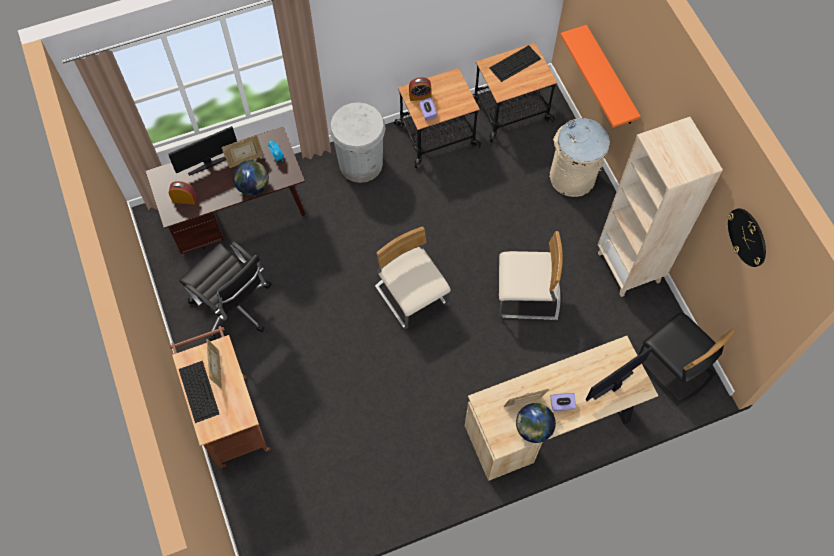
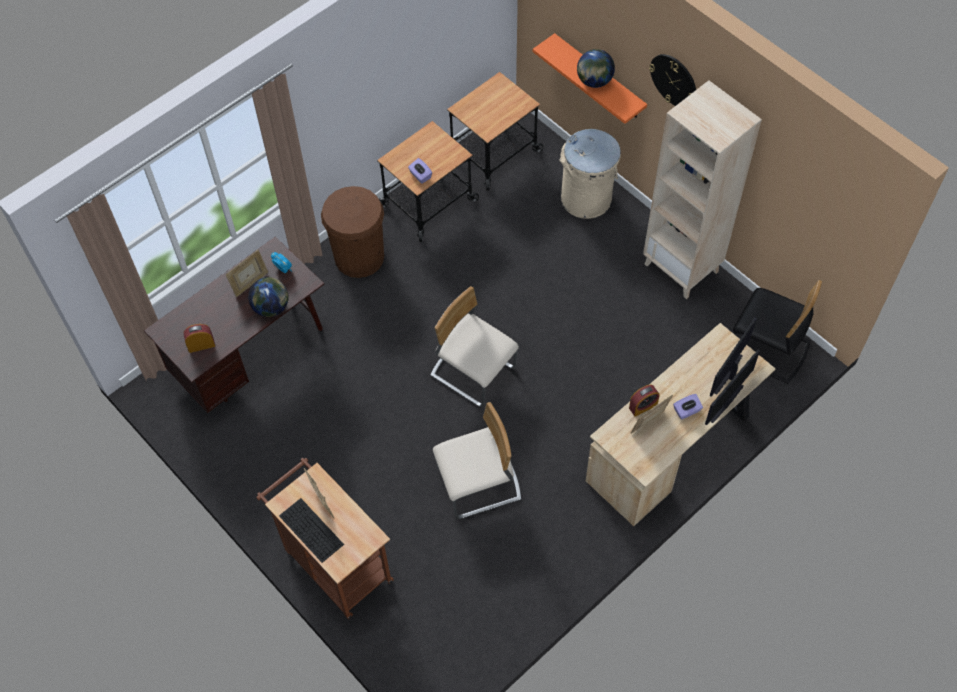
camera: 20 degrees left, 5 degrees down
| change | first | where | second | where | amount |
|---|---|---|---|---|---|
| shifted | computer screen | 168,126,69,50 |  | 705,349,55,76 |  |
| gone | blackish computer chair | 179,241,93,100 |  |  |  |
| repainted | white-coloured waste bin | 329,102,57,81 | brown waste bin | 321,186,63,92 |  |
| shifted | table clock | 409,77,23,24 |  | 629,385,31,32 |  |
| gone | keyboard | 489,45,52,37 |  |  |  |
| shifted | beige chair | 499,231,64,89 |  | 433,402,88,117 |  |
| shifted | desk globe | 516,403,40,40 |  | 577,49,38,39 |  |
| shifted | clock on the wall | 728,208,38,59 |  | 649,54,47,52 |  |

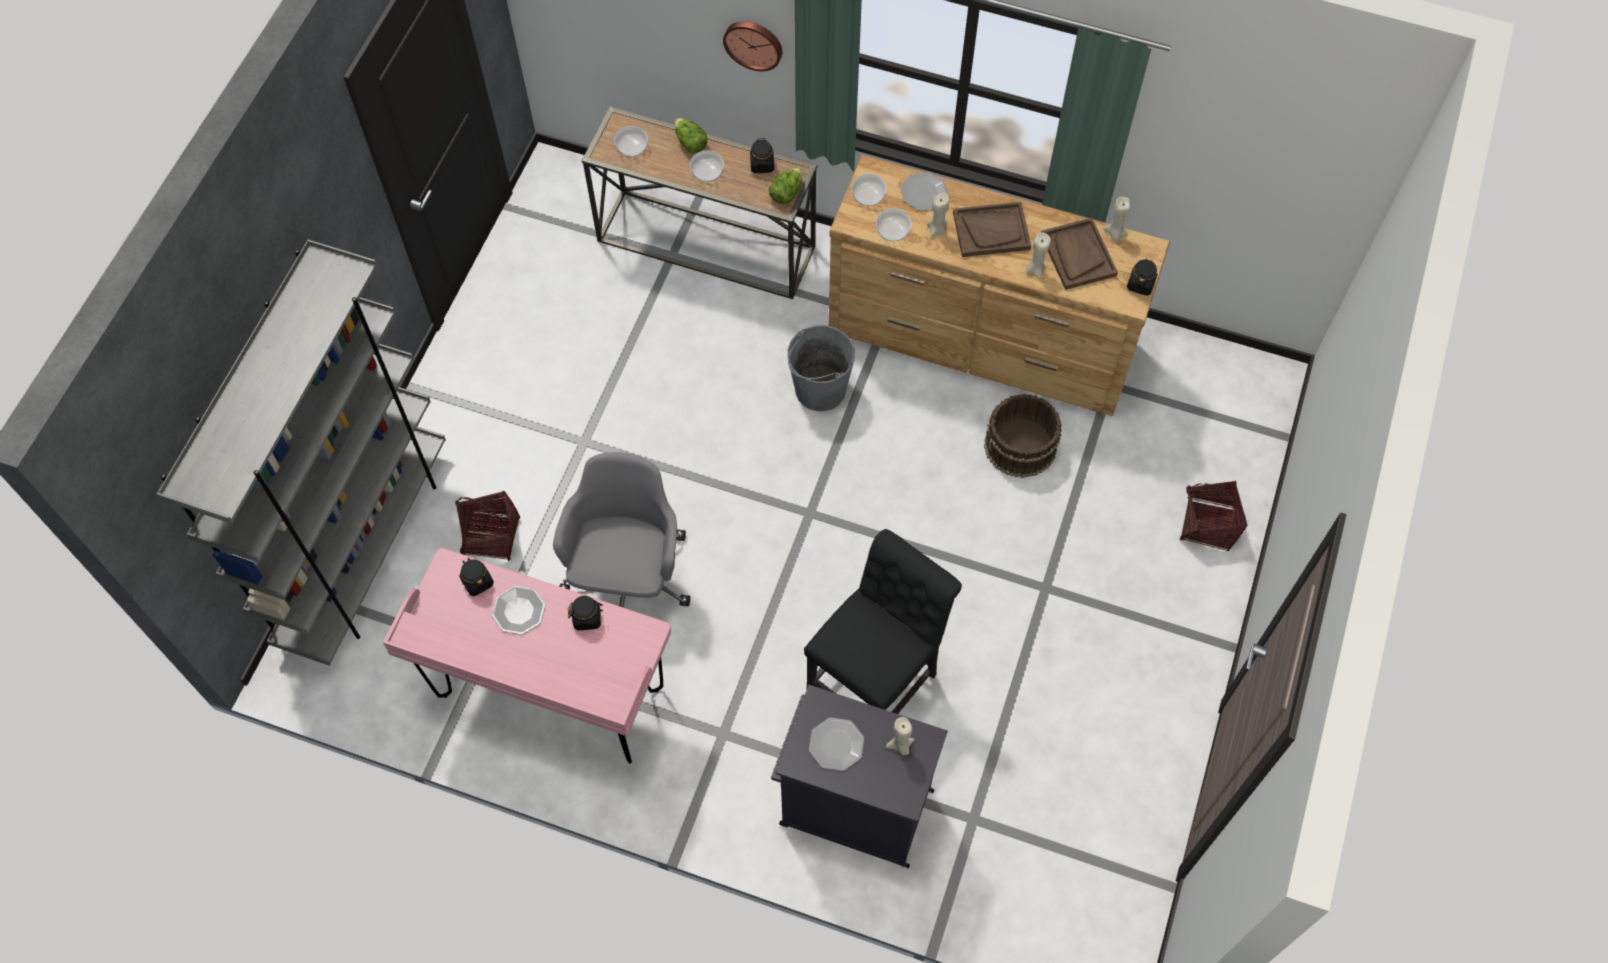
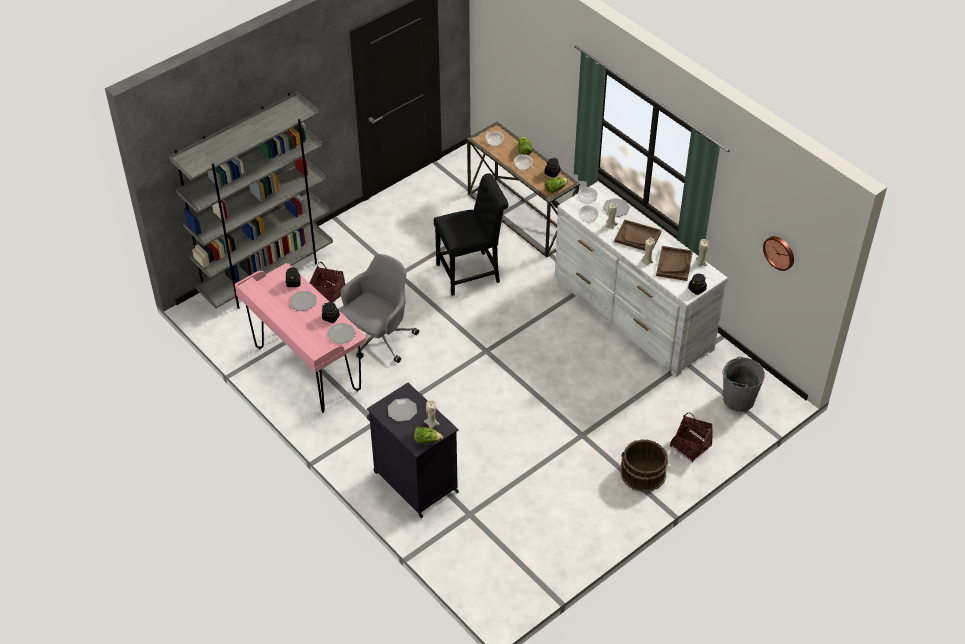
camera: 30 degrees right, 15 degrees down
| change | first | where | second | where | amount |
|---|---|---|---|---|---|
| shifted | clock on the wall | 723,21,59,50 |  | 763,236,31,35 |  |
| shifted | greyish pail | 787,325,68,86 |  | 722,357,43,55 |  |
| shifted | blackish chair | 804,529,158,185 |  | 434,173,75,123 |  |
| repainted | brown chest of drawers | 829,155,341,261 | white-coloured chest of drawers | 554,182,174,195 |  |
| shifted | brown pail | 984,394,78,84 |  | 620,439,48,53 |  |
| new |  |  | plate | 327,323,29,21 |  |
| new |  |  | head of lettuce | 414,426,29,18 |  |

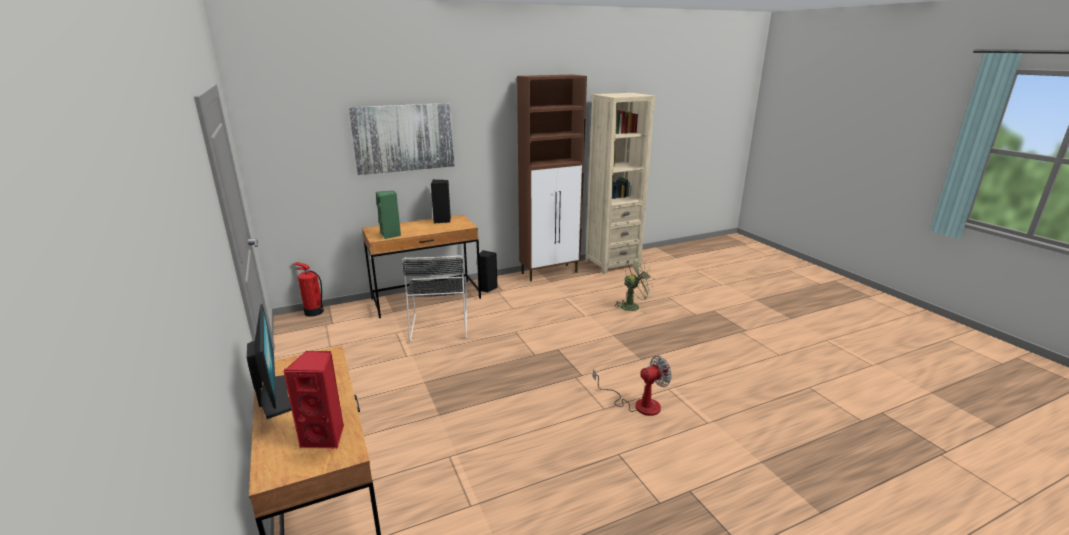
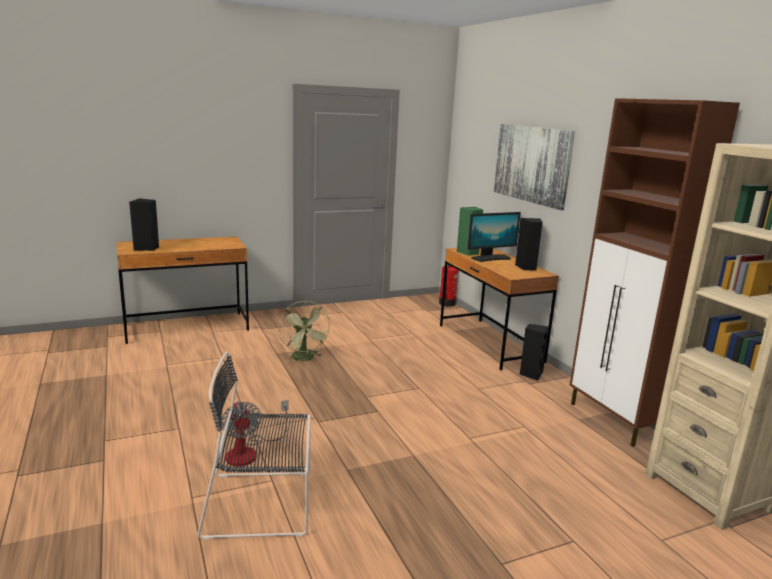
camera: 90 degrees right, 5 degrees down
| change | first | where | second | where | amount |
|---|---|---|---|---|---|
| shifted | computer screen | 247,304,45,115 |  | 468,212,53,50 |  |
| repainted | red audio speaker | 283,351,61,98 | blackish audio speaker | 129,198,30,53 |  |
| shifted | blackish chair | 402,255,65,87 |  | 198,352,113,187 |  |
| shifted | greenish electric fan | 614,258,41,55 |  | 279,301,51,61 |  |

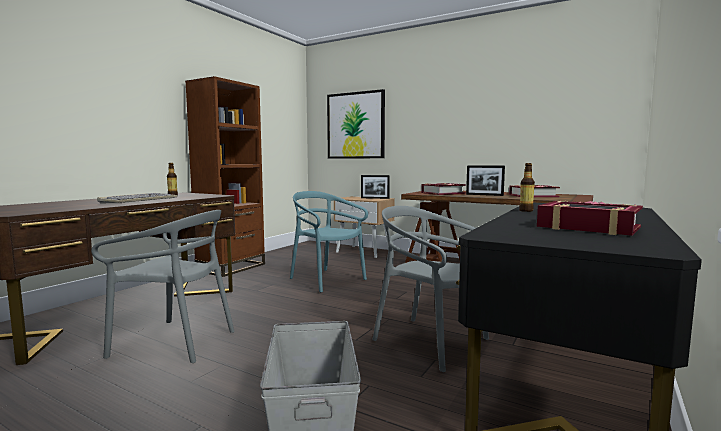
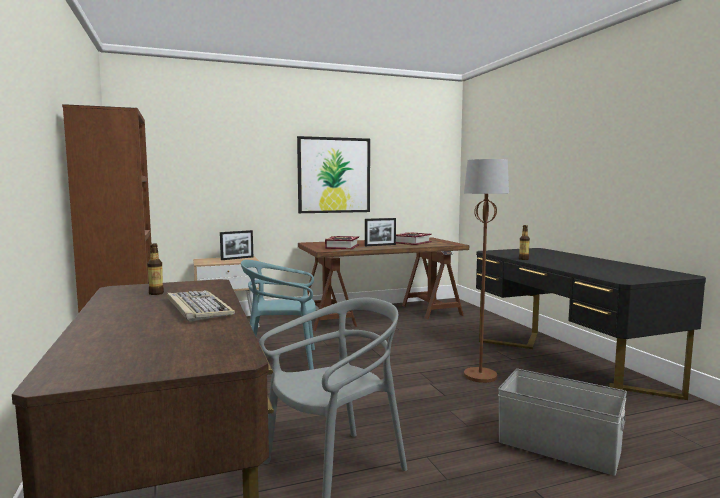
camera: 50 degrees left, 0 degrees up
| change | first | where | second | where | amount |
|---|---|---|---|---|---|
| shifted | wall picture | 327,89,58,70 |  | 297,136,73,77 |  |
| swapped | greyish chair | 372,206,117,166 | brown standard lamp | 464,159,45,224 |  |
| gone | volume | 537,200,106,36 |  |  |  |

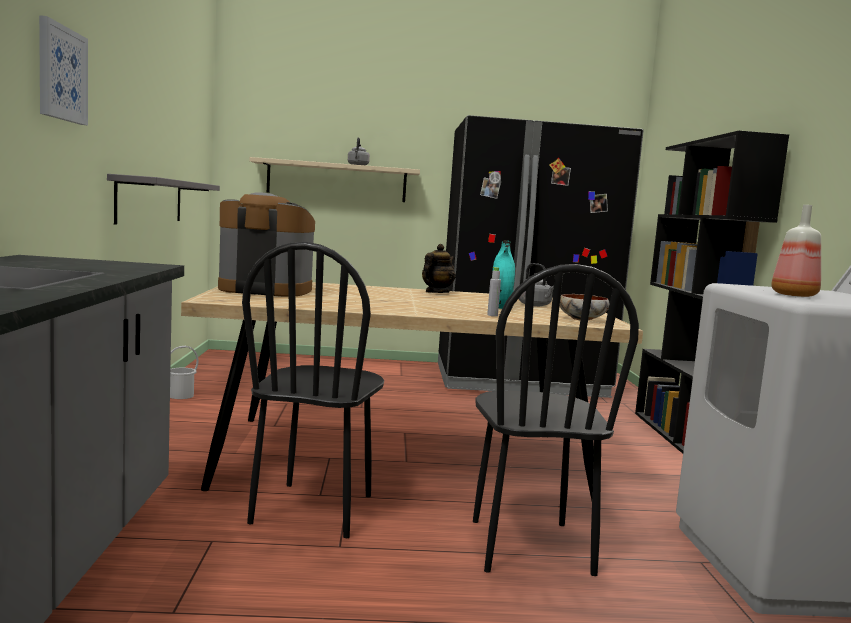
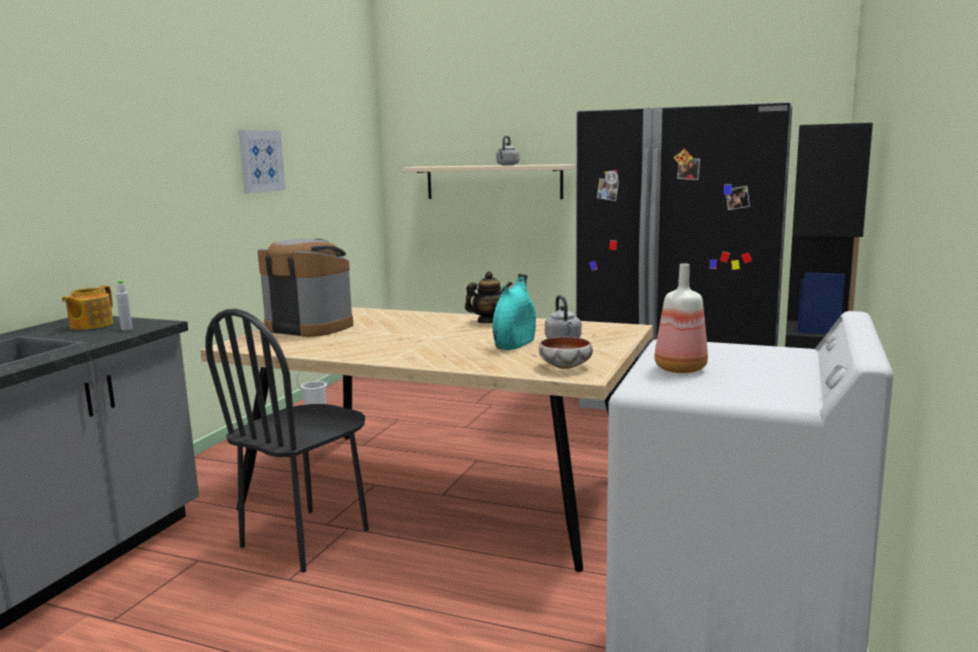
camera: 25 degrees right, 5 degrees up
| change | first | where | second | where | amount |
|---|---|---|---|---|---|
| shifted | wall picture | 39,15,49,110 |  | 238,130,47,64 |  |
| gone | greyish wall shelf | 107,174,113,51 |  |  |  |
| gone | blackish chair | 473,264,166,312 |  |  |  |
| shifted | greyish bottle | 487,267,14,49 |  | 116,280,17,50 |  |
| new |  |  | tea pot | 62,286,51,44 |  |

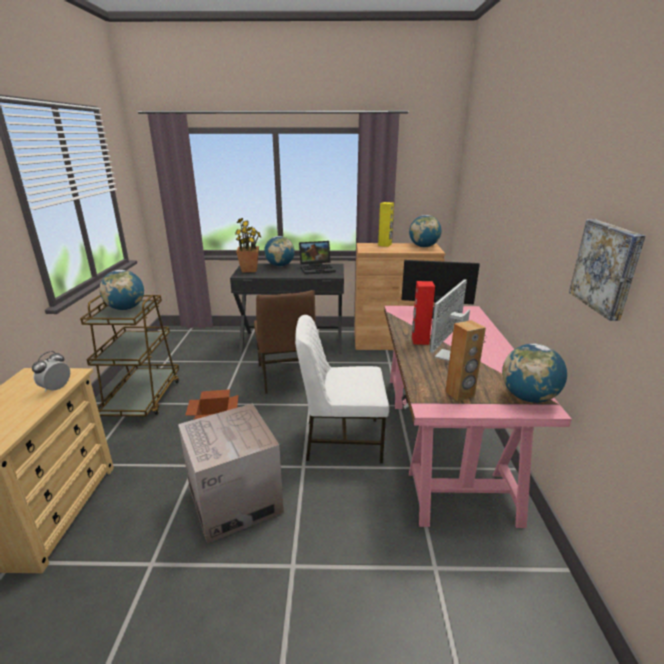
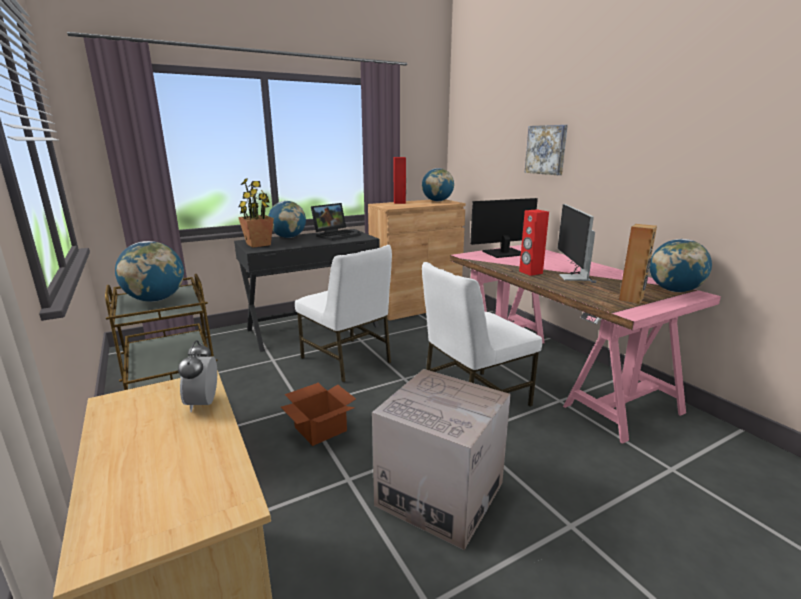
camera: 30 degrees left, 5 degrees down
| change | first | where | second | where | amount |
|---|---|---|---|---|---|
| repainted | brown chair | 254,290,61,104 | white-coloured chair | 295,245,97,138 |  |
| repainted | yellow audio speaker | 378,202,16,45 | red audio speaker | 394,157,12,47 |  |
| shifted | wall picture | 569,220,76,101 |  | 525,125,43,50 |  |

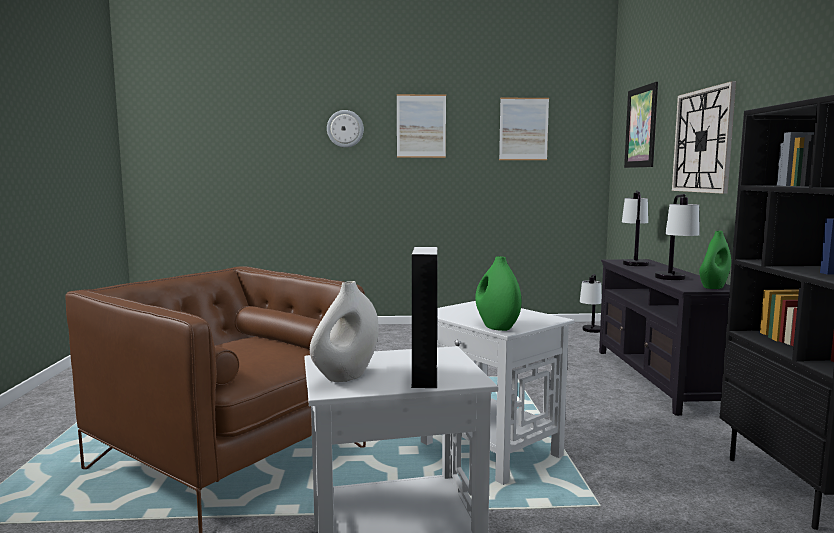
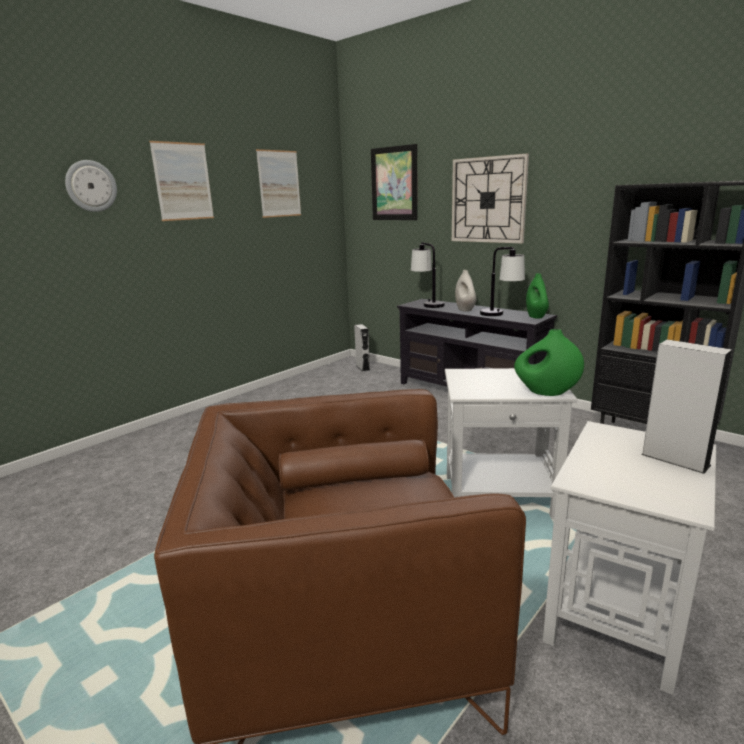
camera: 45 degrees left, 10 degrees up
| change | first | where | second | where | amount |
|---|---|---|---|---|---|
| shifted | white-coloured vase | 310,281,69,101 |  | 455,270,22,42 |  |
| swapped | tabletop lamp | 580,274,22,59 | greyish audio speaker | 354,324,16,48 |  |

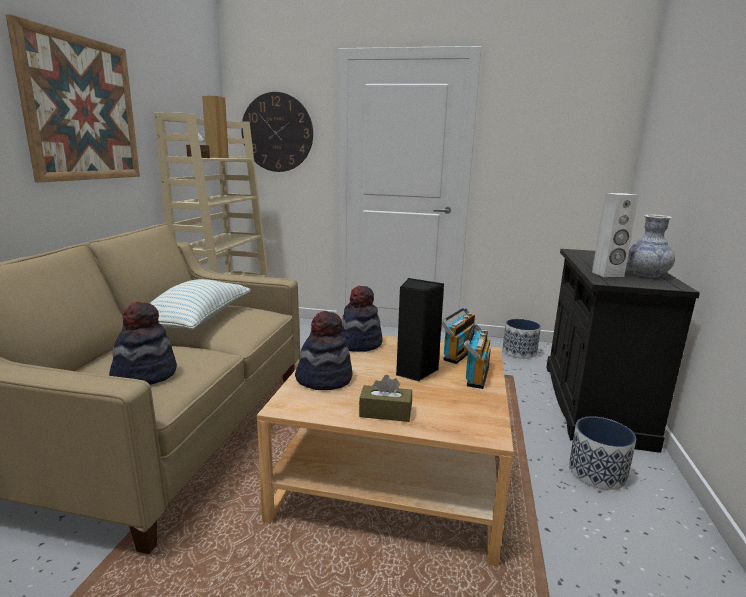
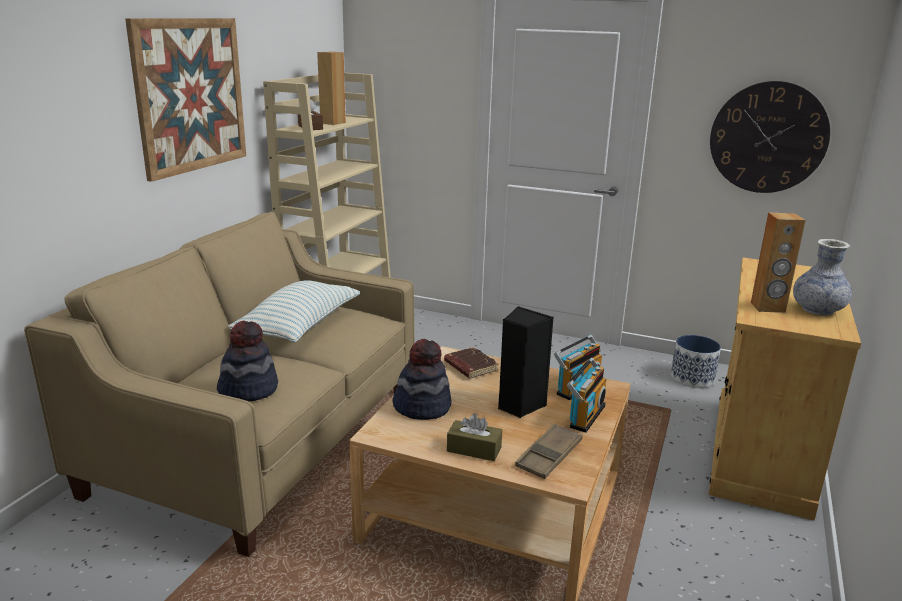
camera: 10 degrees right, 5 degrees up
| change | first | where | second | where | amount |
|---|---|---|---|---|---|
| shifted | clock on the wall | 241,92,72,80 |  | 710,81,120,112 |  |
| swapped | clothing hat | 341,286,42,66 | brown volume | 444,347,55,31 |  |
| repainted | blackish cabinet | 546,249,154,204 | beige cabinet | 709,258,152,262 |  |
| gone | flower pot | 569,417,67,73 |  |  |  |
| repainted | white-coloured audio speaker | 592,193,47,84 | brown audio speaker | 751,212,55,101 |  |
| new |  |  | brown carrying tray | 515,423,68,56 |  |

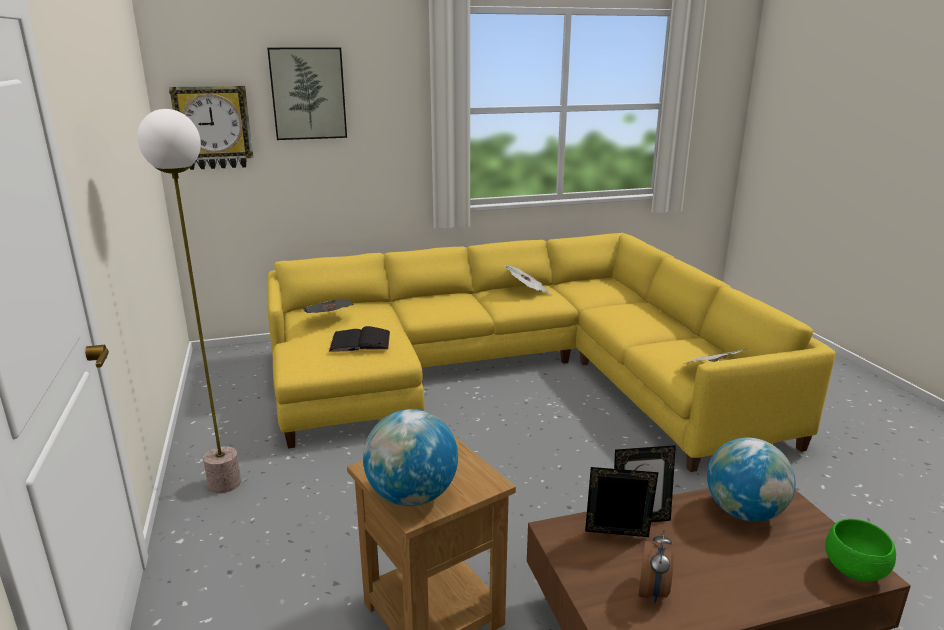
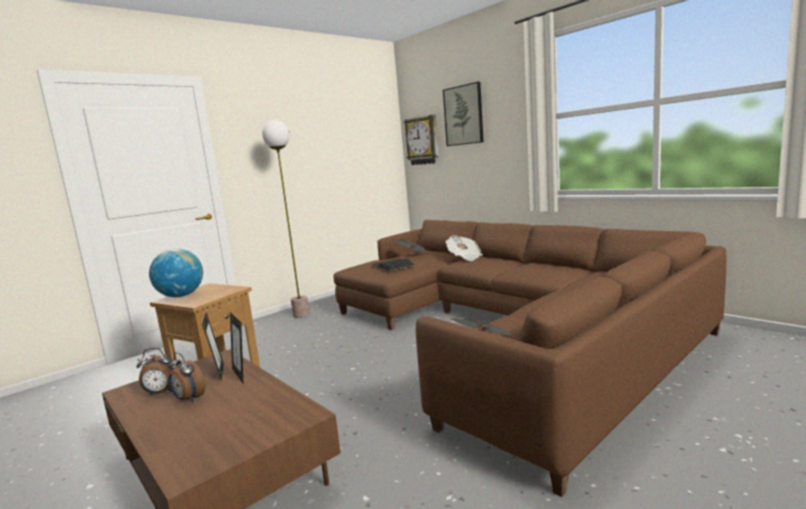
camera: 65 degrees right, 10 degrees down
| change | first | where | second | where | amount |
|---|---|---|---|---|---|
| repainted | yellow couch | 267,233,569,239 | brown couch | 333,220,394,277 |  |
| shifted | printed paper | 503,265,49,29 |  | 445,235,38,26 |  |
| gone | desk globe | 707,437,89,85 |  |  |  |
| gone | greenish bowl | 825,519,71,63 |  |  |  |
| new |  |  | table clock | 168,352,38,50 |  |

